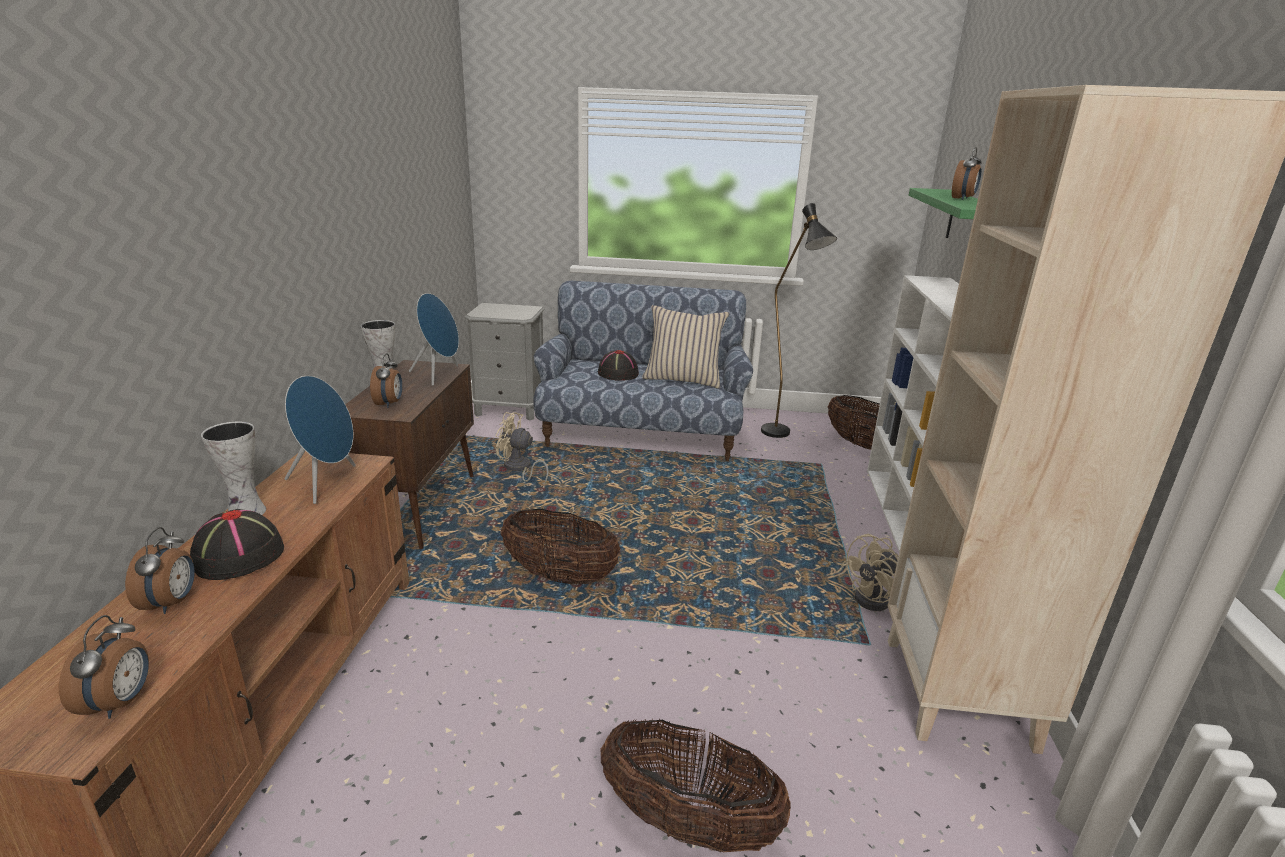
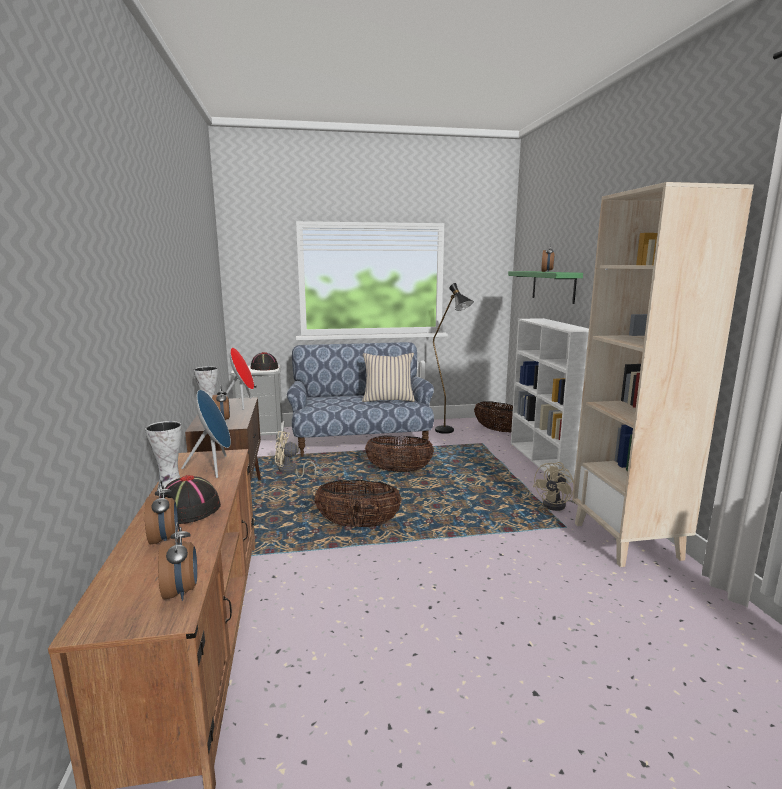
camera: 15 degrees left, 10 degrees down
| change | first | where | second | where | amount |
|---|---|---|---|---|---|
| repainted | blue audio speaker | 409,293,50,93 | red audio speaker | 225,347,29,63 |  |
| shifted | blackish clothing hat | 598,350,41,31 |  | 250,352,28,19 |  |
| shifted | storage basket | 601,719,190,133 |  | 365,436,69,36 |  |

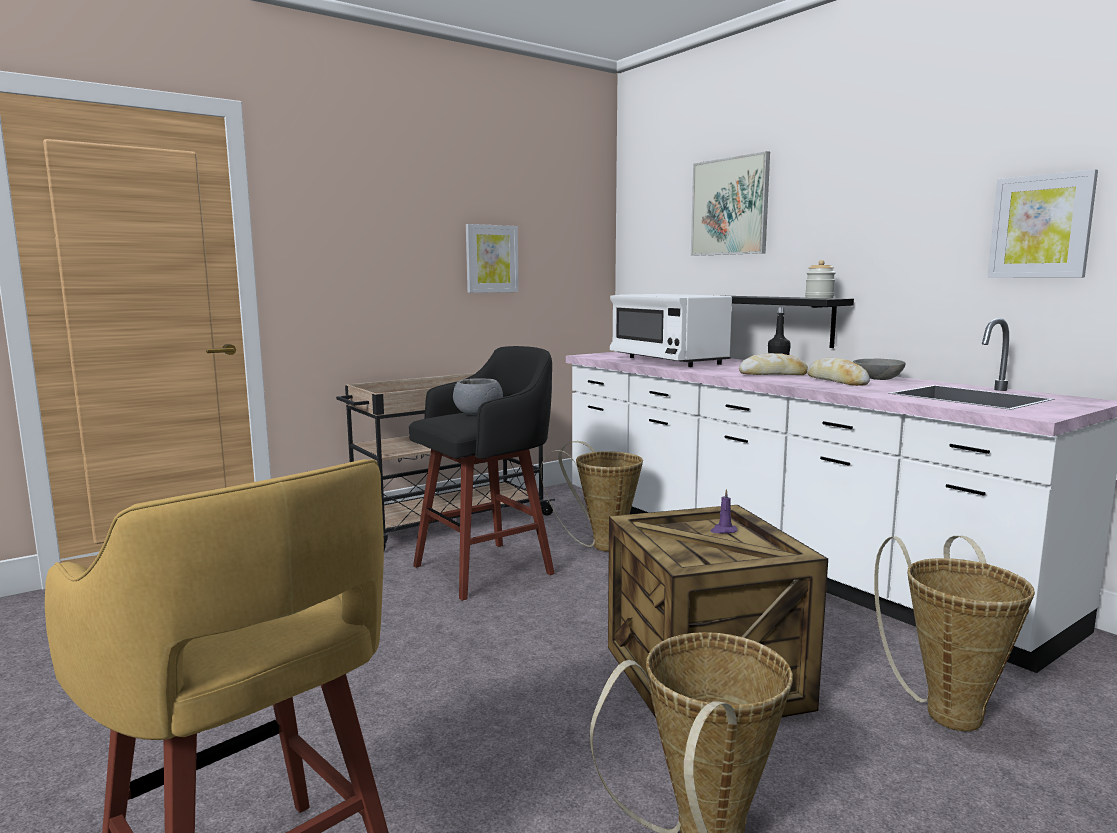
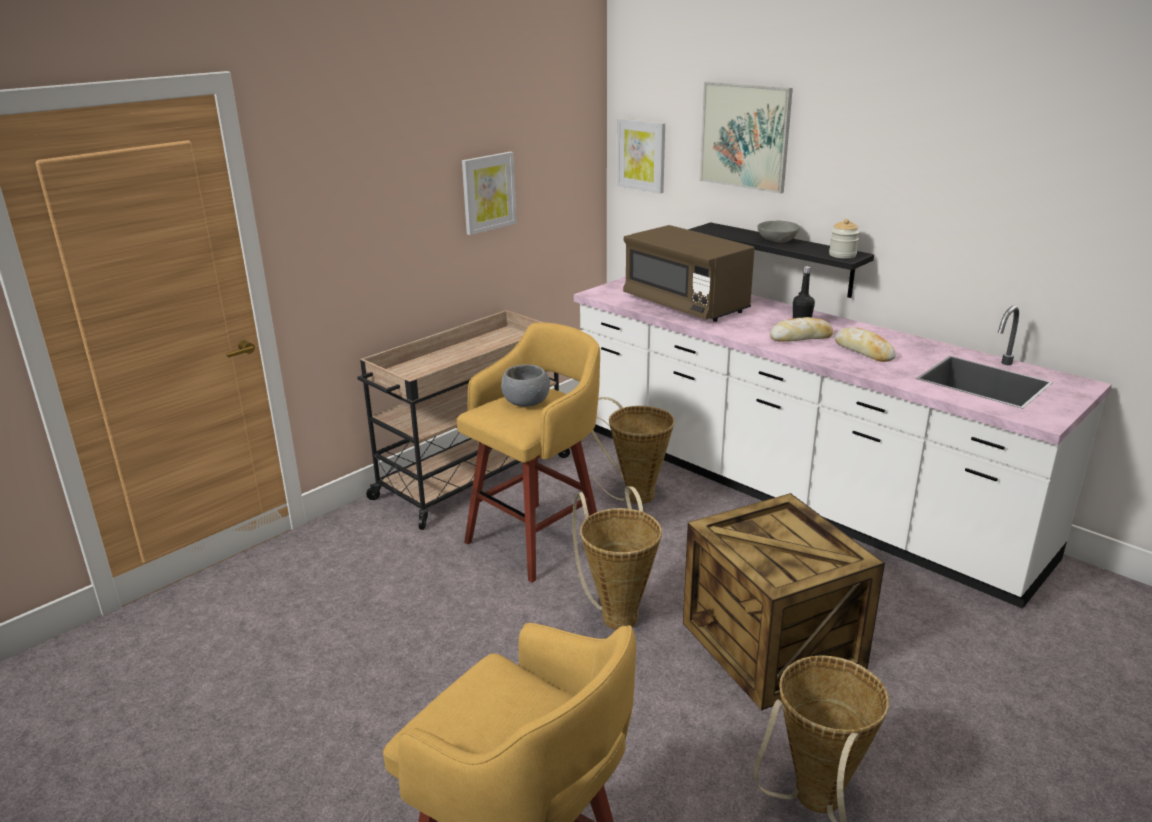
camera: 10 degrees left, 15 degrees up
| change | first | where | second | where | amount |
|---|---|---|---|---|---|
| repainted | blackish stool | 409,346,146,255 | yellow stool | 457,323,143,260 |  |
| repainted | white-coloured microwave | 610,294,122,73 | brown microwave | 623,225,132,97 |  |
| gone | purplish wax candle | 711,489,27,45 |  |  |  |
| shifted | greyish bowl | 853,359,53,21 |  | 757,221,43,22 |  |
| shifted | storage basket | 874,536,161,195 |  | 572,486,90,144 |  |
| shifted | wall picture | 988,169,110,109 |  | 617,118,48,75 |  |

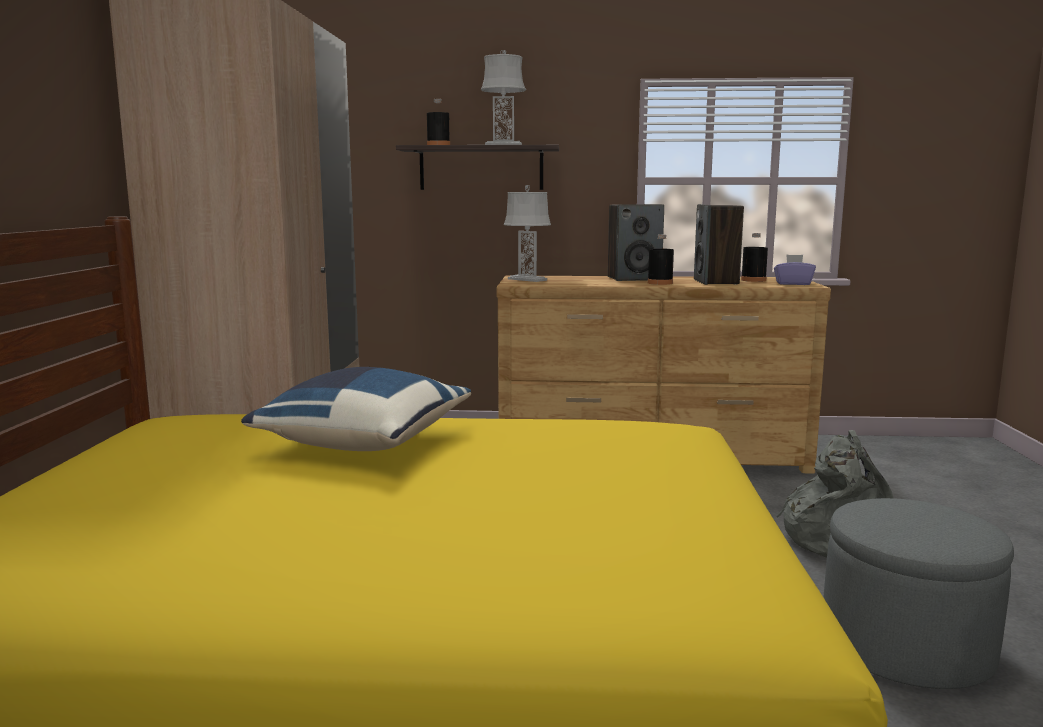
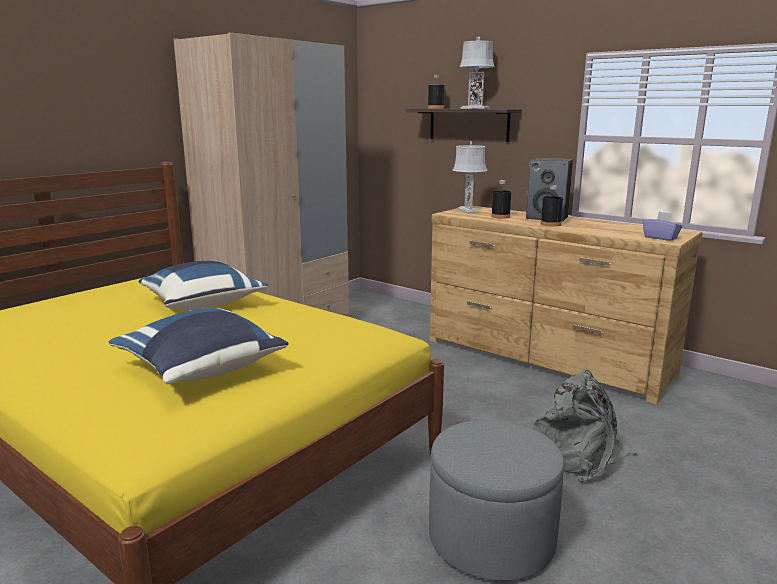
camera: 35 degrees right, 5 degrees up
| change | first | where | second | where | amount |
|---|---|---|---|---|---|
| gone | audio speaker | 694,204,50,81 |  |  |  |
| shifted | blackish bottle | 741,233,27,49 |  | 491,180,20,39 |  |
| new |  |  | blue pillow | 109,308,179,76 |  |

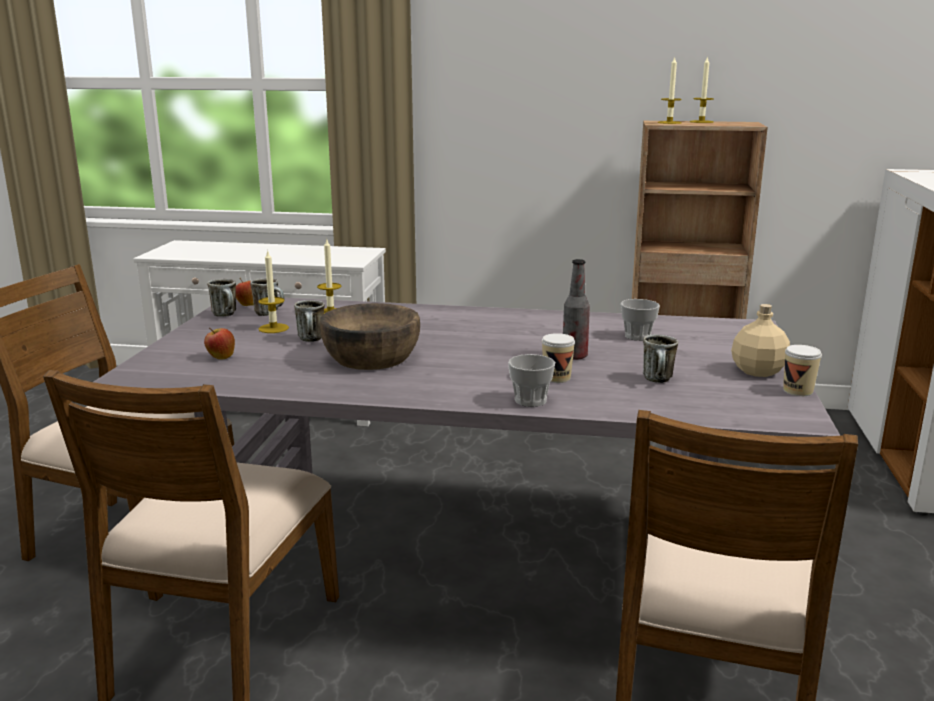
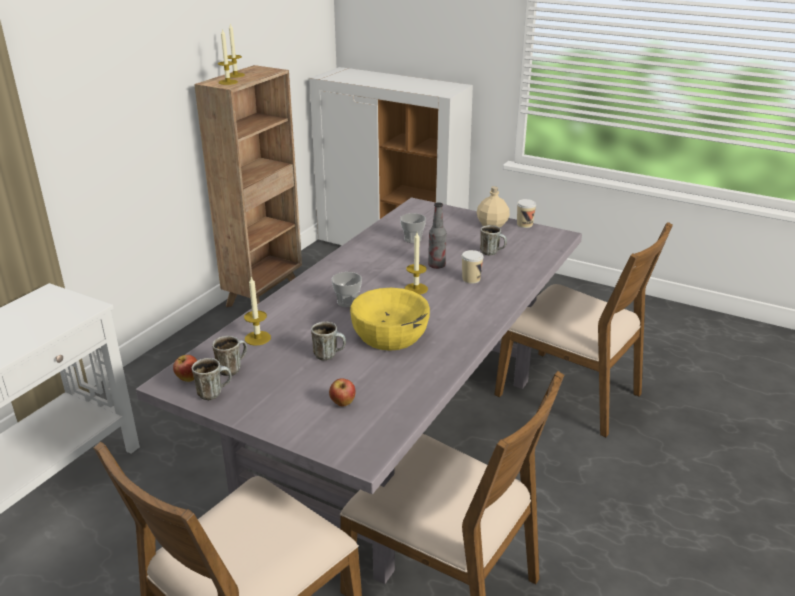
camera: 70 degrees left, 10 degrees up
| change | first | where | second | where | amount |
|---|---|---|---|---|---|
| shifted | wax candle | 258,250,31,83 |  | 405,232,23,62 |  |
| repainted | brown bowl | 320,303,100,67 | yellow bowl | 350,288,80,63 |  |
| shifted | small cup | 508,354,47,53 |  | 331,272,31,35 |  |

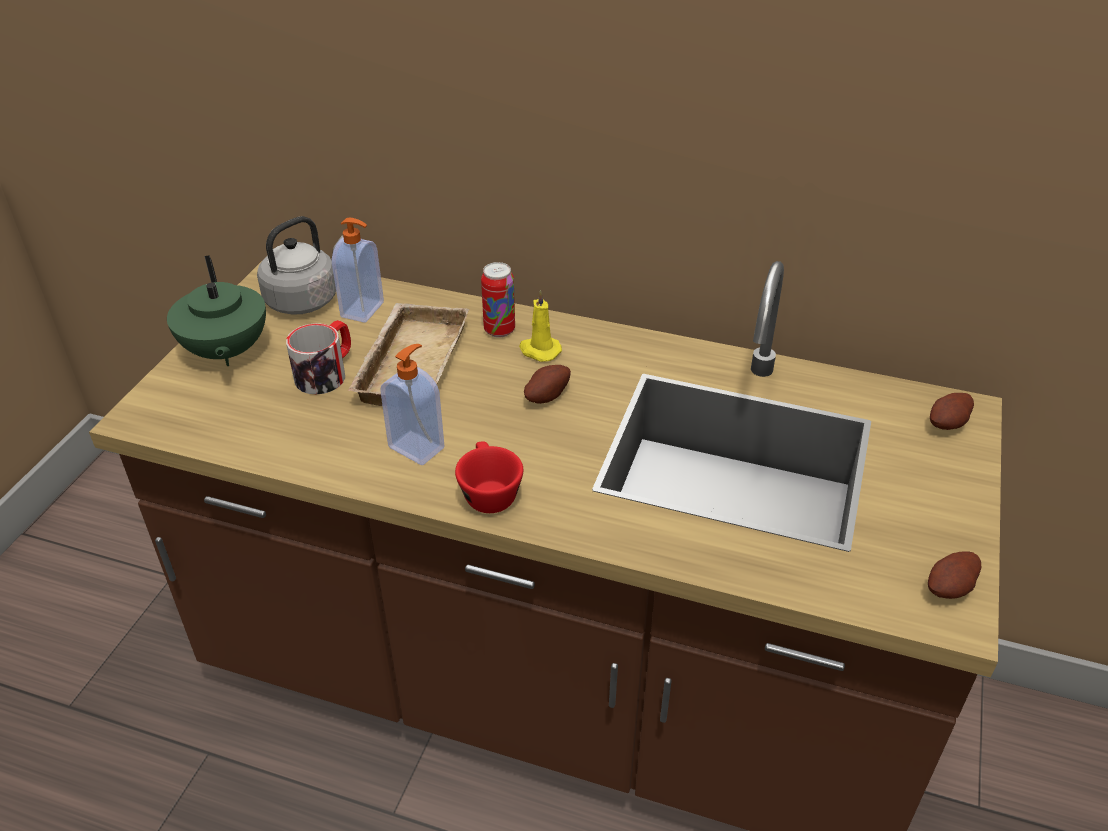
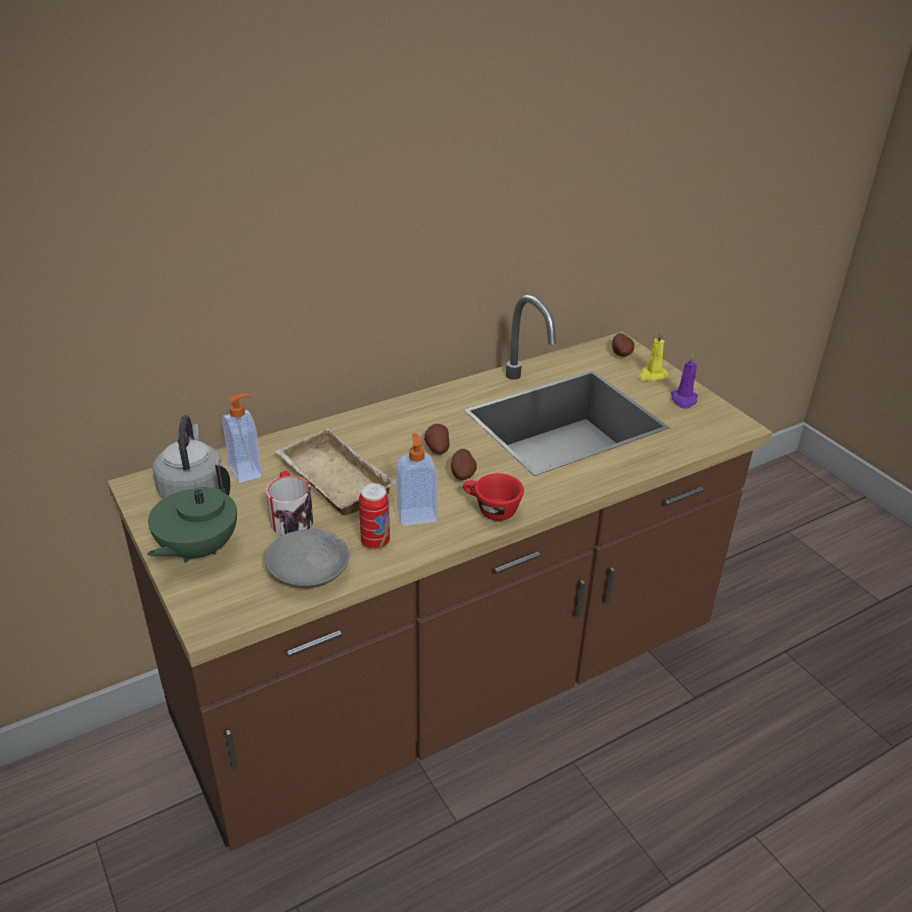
camera: 50 degrees left, 5 degrees down
| change | first | where | second | where | amount |
|---|---|---|---|---|---|
| rotated | greenish tea pot | 167,256,99,110 |  | 147,465,90,98 | 90 degrees clockwise |
| shifted | can | 481,262,34,76 |  | 359,483,31,67 |  |
| shifted | yellow wax candle | 519,290,43,72 |  | 637,331,31,50 |  |
| shifted | potato | 928,552,53,47 |  | 451,449,26,31 |  |
| new |  |  | greyish bowl | 265,529,85,59 |  |
| new |  |  | purplish wax candle | 671,354,27,55 |  |

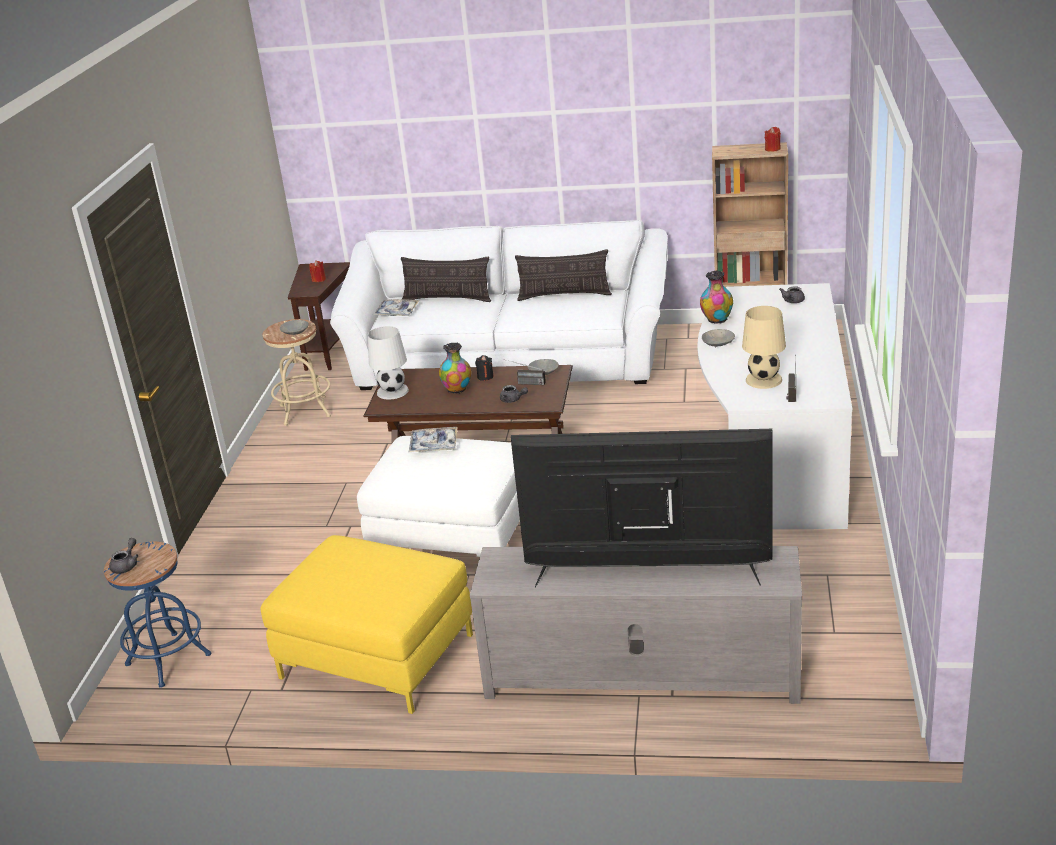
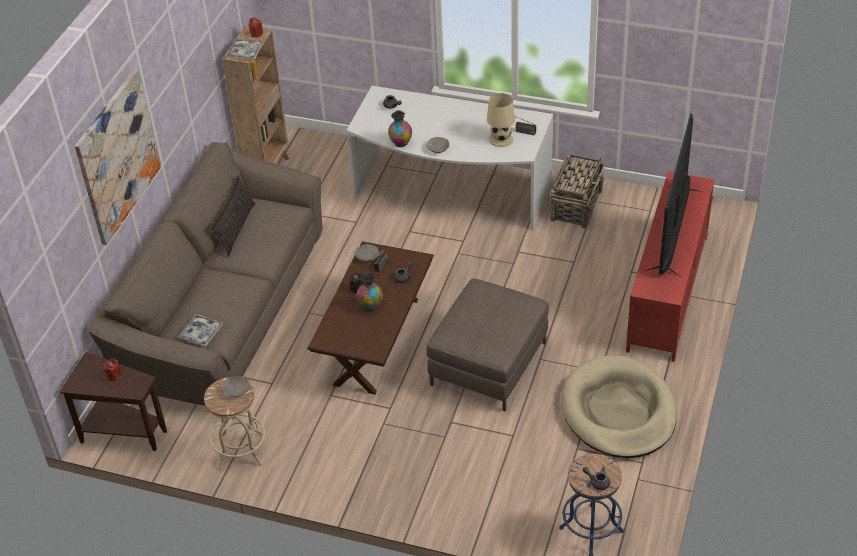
camera: 80 degrees left, 15 degrees up
| change | first | where | second | where | amount |
|---|---|---|---|---|---|
| swapped | yellow footrest | 260,535,213,179 | beige dog bed | 561,355,116,103 |  |
| repainted | white-coloured couch | 330,220,338,170 | brown couch | 87,142,235,264 |  |
| repainted | white-coloured footrest | 357,436,163,121 | brown footrest | 426,279,123,132 |  |
| gone | white-coloured tabletop lamp | 368,326,41,74 |  |  |  |
| gone | pillow | 401,257,90,45 |  |  |  |
| shifted | carrying tray | 408,427,50,26 |  | 227,38,37,21 |  |
| repainted | greyish tv unit | 470,546,332,158 | red tv unit | 626,172,89,190 |  |
| new |  |  | wall picture | 75,69,86,176 |  |
| new |  |  | storage basket | 549,154,55,74 |  |

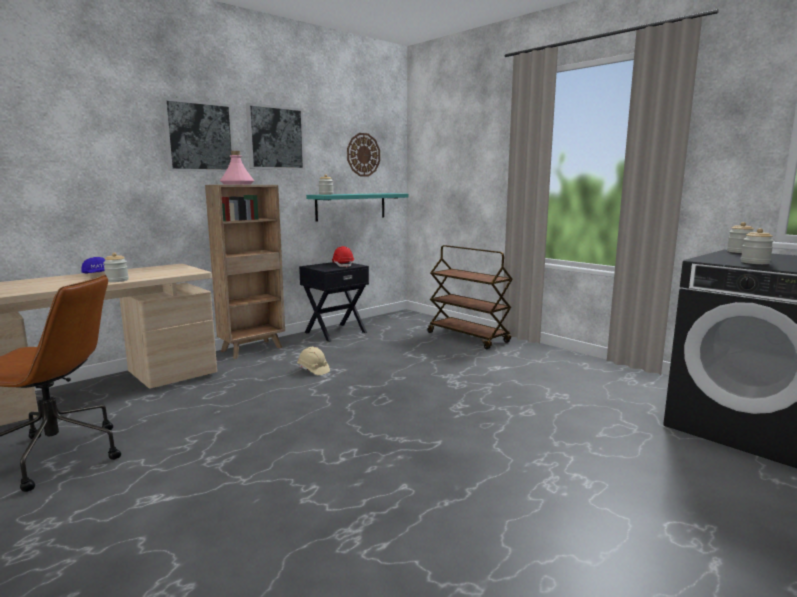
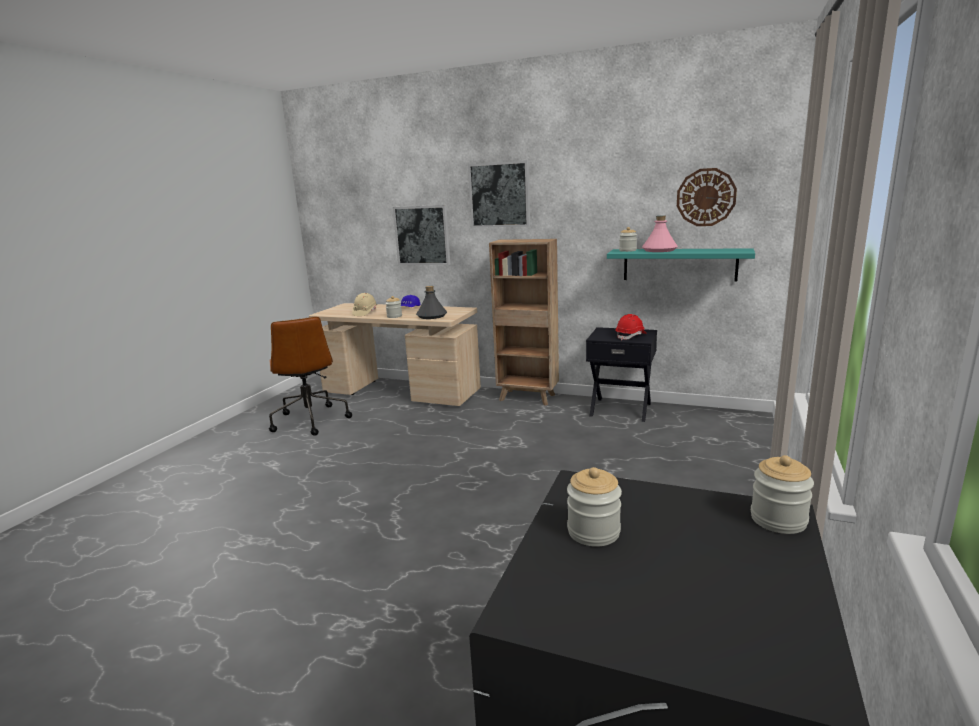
camera: 65 degrees right, 5 degrees up
| change | first | where | second | where | amount |
|---|---|---|---|---|---|
| shifted | pink bottle | 220,151,34,34 |  | 642,216,36,36 |  |
| shifted | wall picture | 246,103,59,67 |  | 393,205,57,60 |  |
| shifted | beige work helmet | 297,347,33,28 |  | 352,293,25,23 |  |
| gone | brown wheeled cart | 427,245,86,104 |  |  |  |
| new |  |  | greyish bottle | 416,286,31,33 |  |

